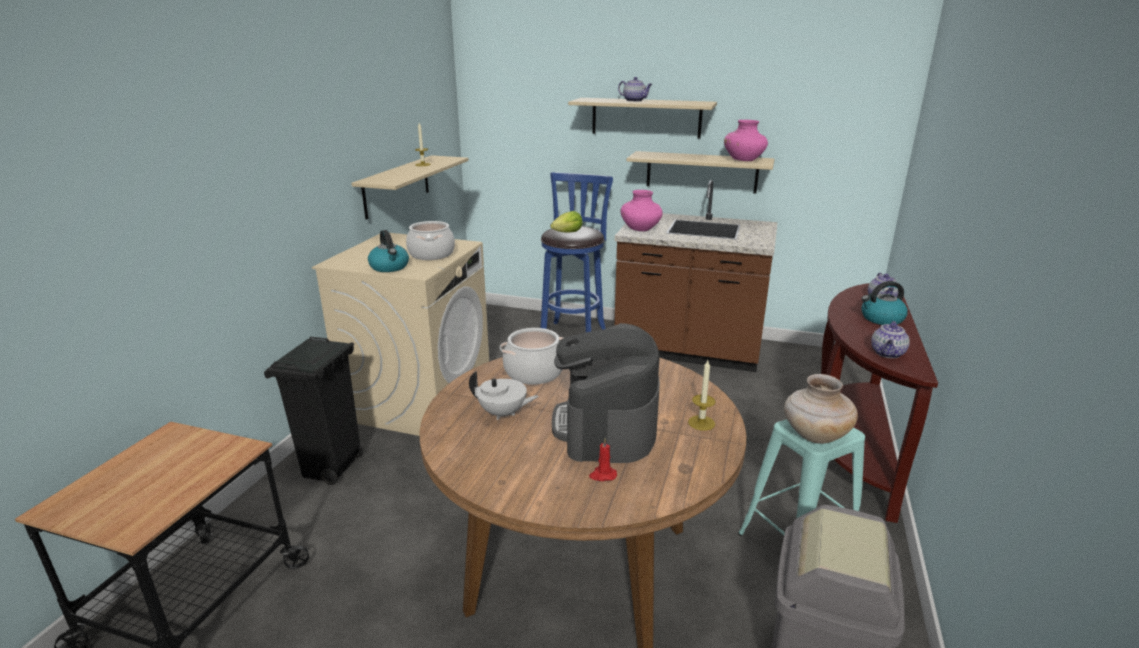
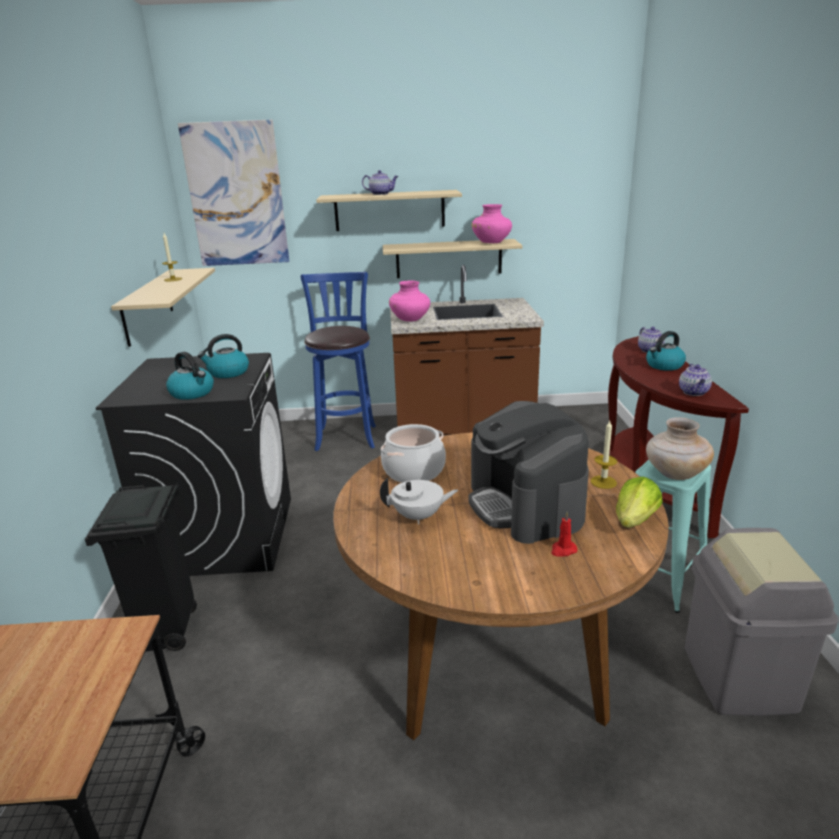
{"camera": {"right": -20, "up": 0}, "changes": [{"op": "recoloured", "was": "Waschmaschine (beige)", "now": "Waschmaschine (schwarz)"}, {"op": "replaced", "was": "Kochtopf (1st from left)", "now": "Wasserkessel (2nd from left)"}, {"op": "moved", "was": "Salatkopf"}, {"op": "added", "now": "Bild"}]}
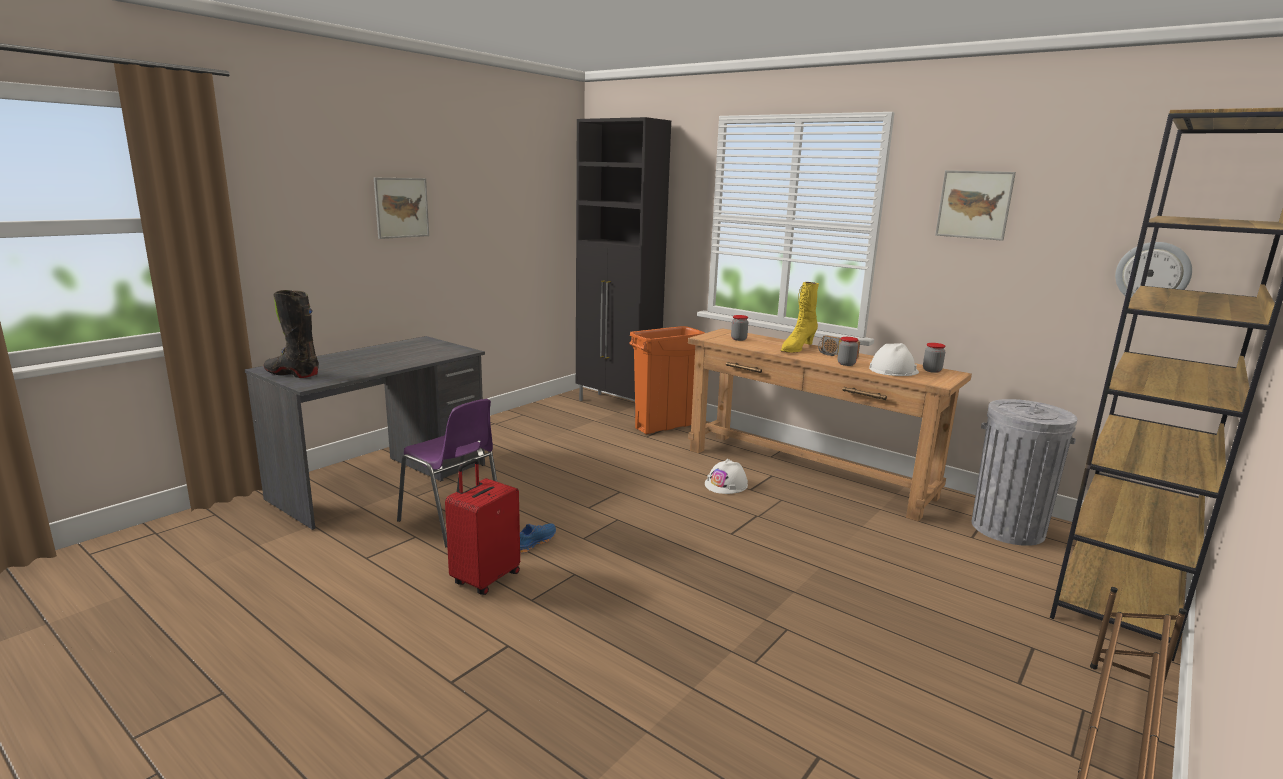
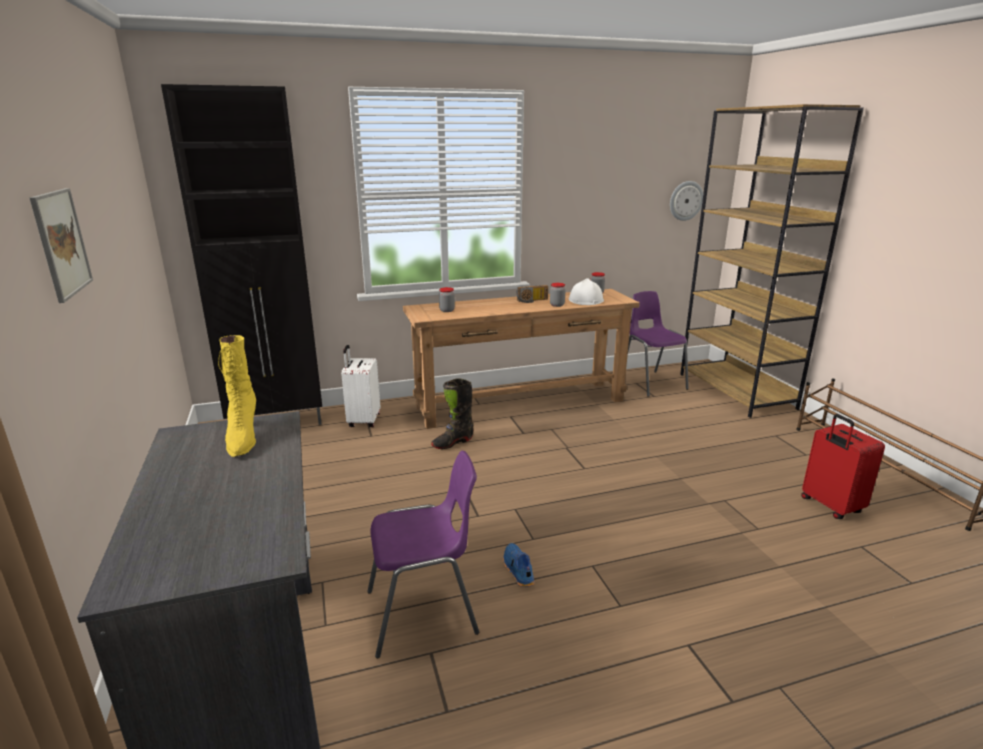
{"camera": {"right": -55, "up": 5}, "changes": [{"op": "moved", "was": "Stiefel (schwarz)"}, {"op": "moved", "was": "Koffer (rot)"}, {"op": "replaced", "was": "Mülleimer (orange)", "now": "Koffer (weiß)"}, {"op": "removed", "was": "Schutzhelm (weiß) (1st from left)"}, {"op": "moved", "was": "Stiefel (gelb)"}, {"op": "removed", "was": "Bild (2nd from left)"}, {"op": "replaced", "was": "Mülleimer (grau)", "now": "Stuhl (lila) (2nd from left)"}]}
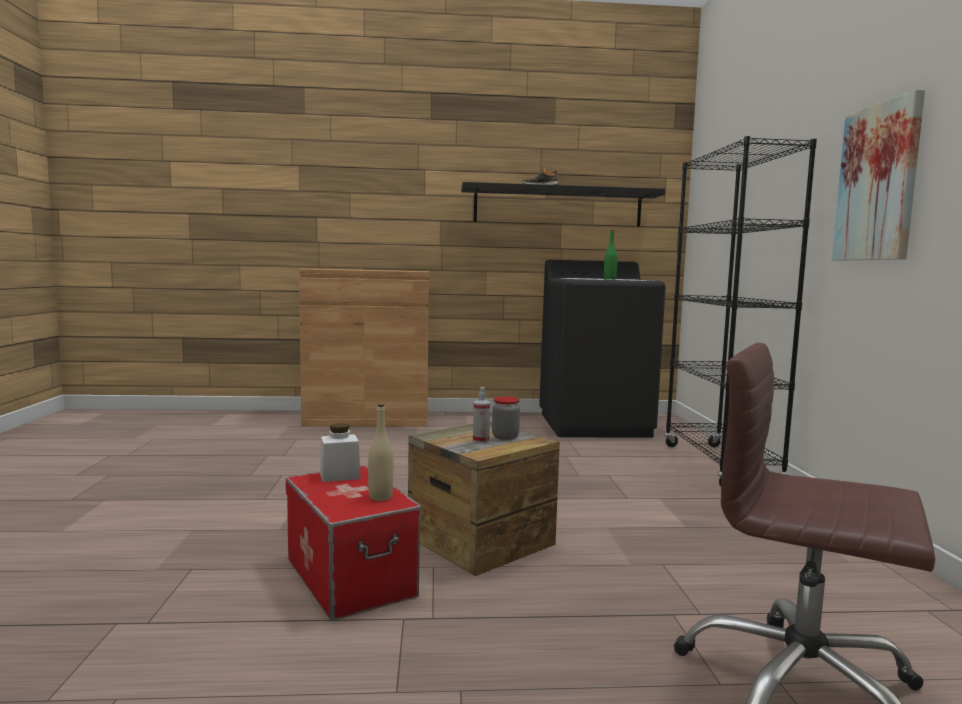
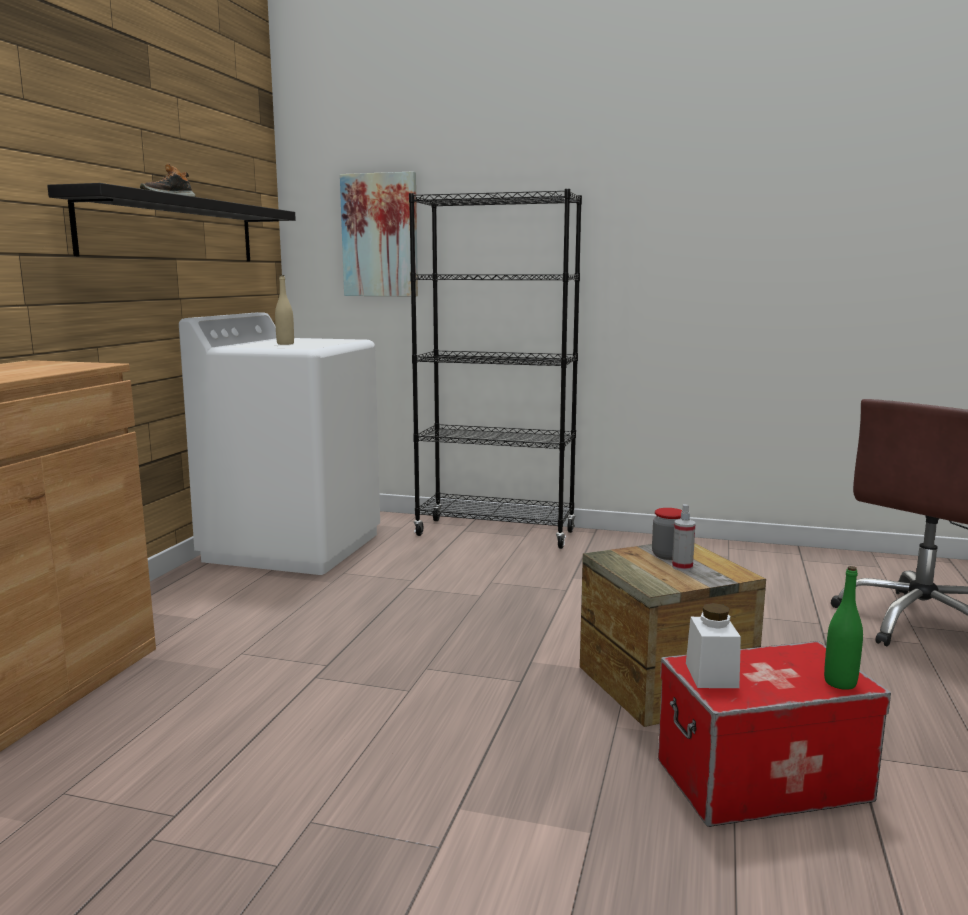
{"camera": {"right": -70, "up": 5}, "changes": [{"op": "moved", "was": "Flasche (beige)"}, {"op": "recoloured", "was": "Waschmaschine (schwarz)", "now": "Waschmaschine (weiß)"}, {"op": "moved", "was": "Flasche (grün)"}, {"op": "moved", "was": "Bild"}]}
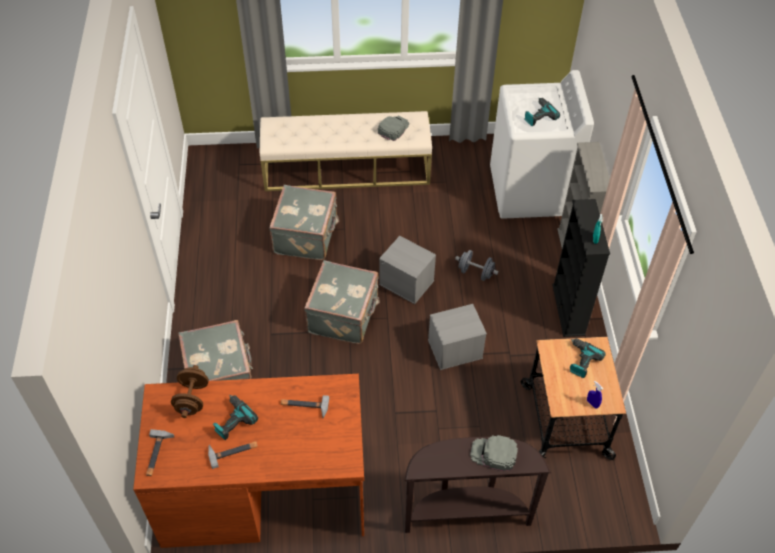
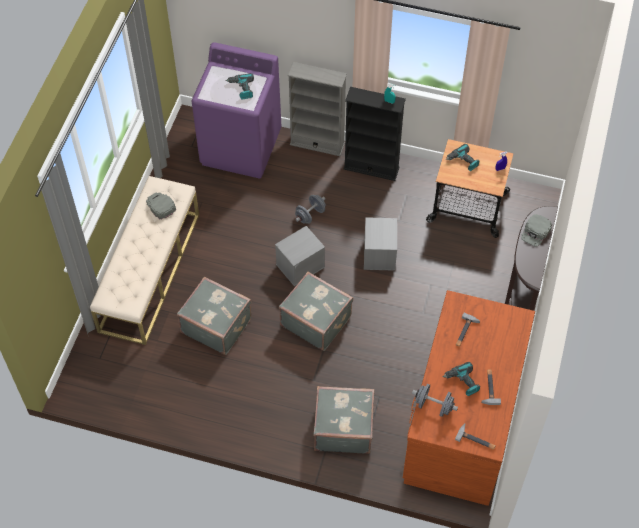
{"camera": {"right": -70, "up": 5}, "changes": [{"op": "recoloured", "was": "Hantel (braun)", "now": "Hantel (grau) (2nd from left)"}, {"op": "recoloured", "was": "Waschmaschine (weiß)", "now": "Waschmaschine (lila)"}]}
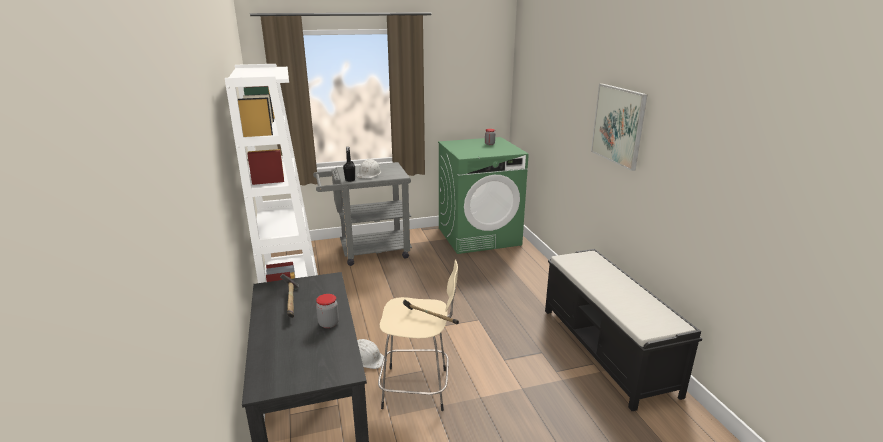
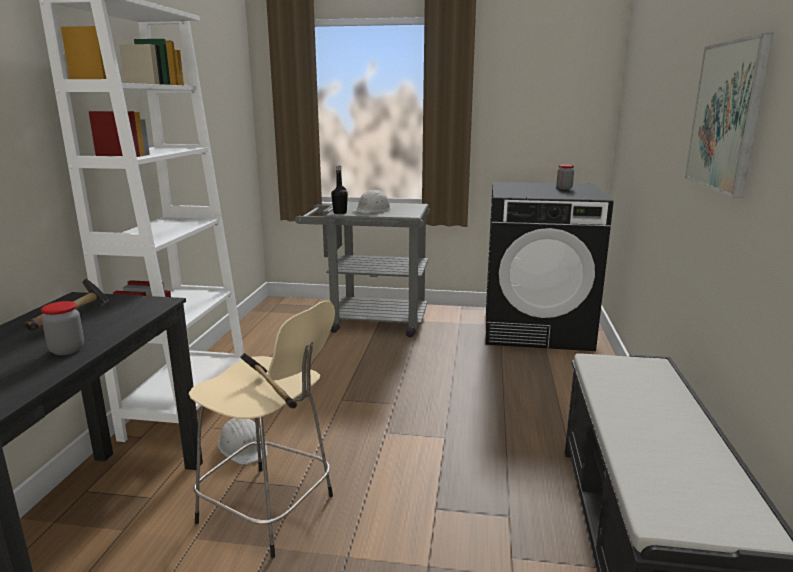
{"camera": {"right": 25, "up": -5}, "changes": [{"op": "recoloured", "was": "Waschmaschine (grün)", "now": "Waschmaschine (schwarz)"}]}
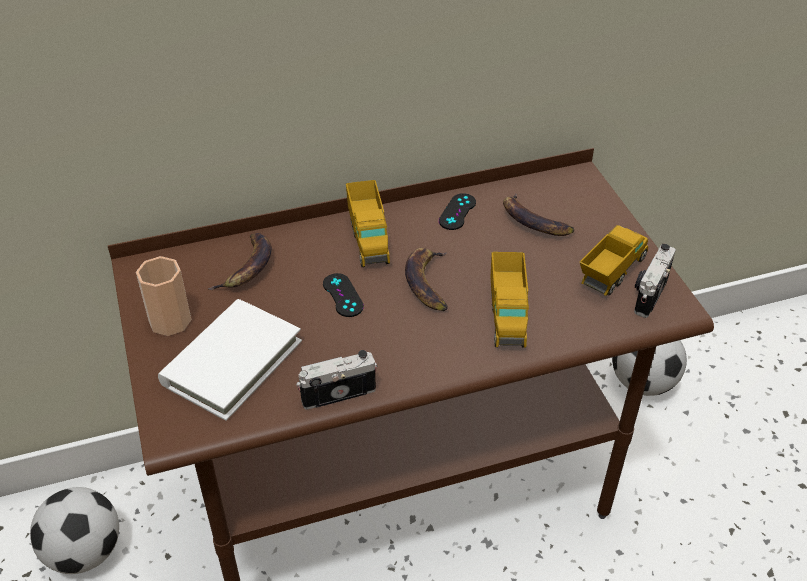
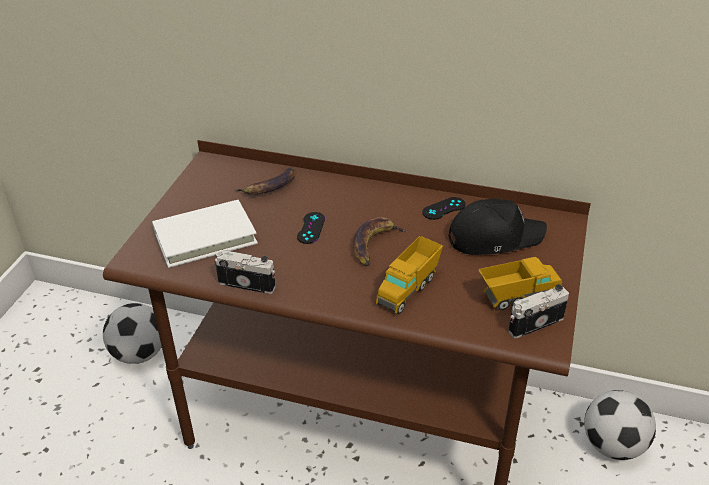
{"camera": {"right": 35, "up": -5}, "changes": [{"op": "removed", "was": "Tasse"}, {"op": "removed", "was": "Spielzeuglaster (1st from left)"}, {"op": "replaced", "was": "Banane (3rd from left)", "now": "Kappe (schwarz)"}]}
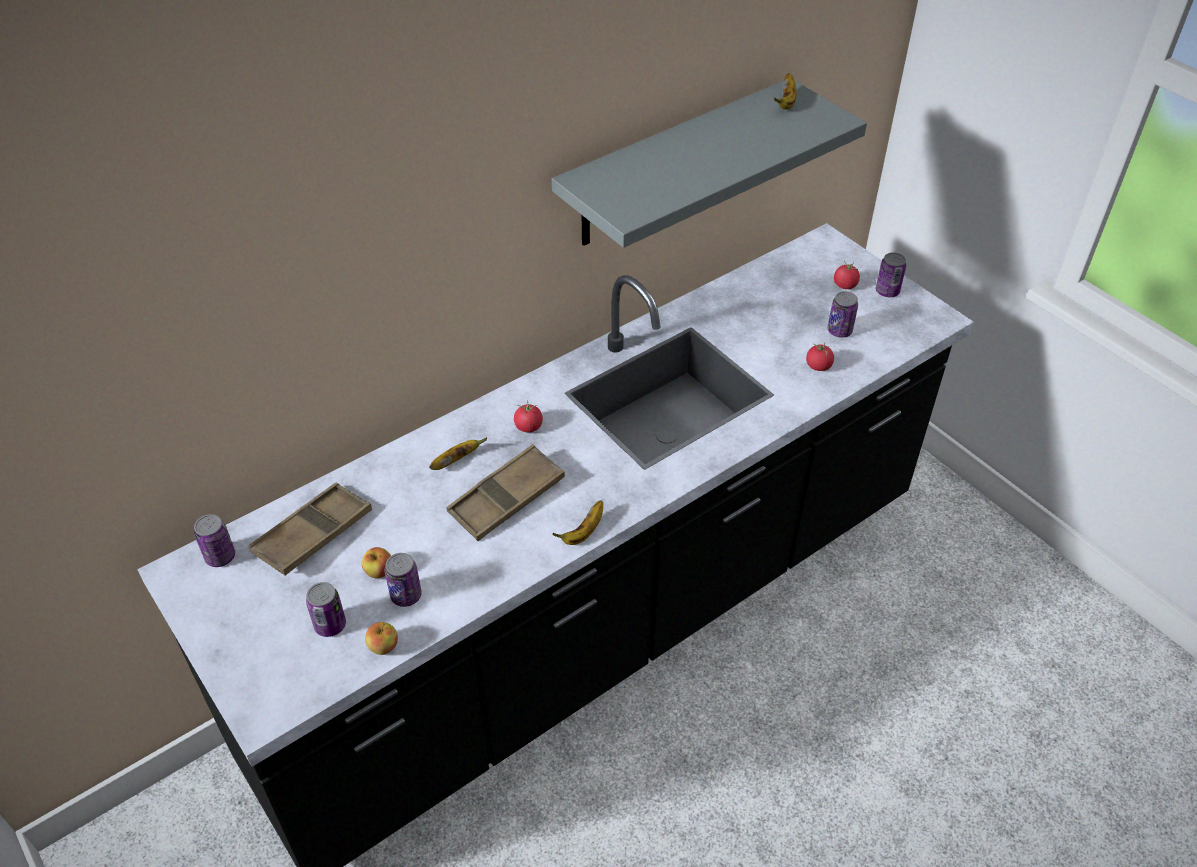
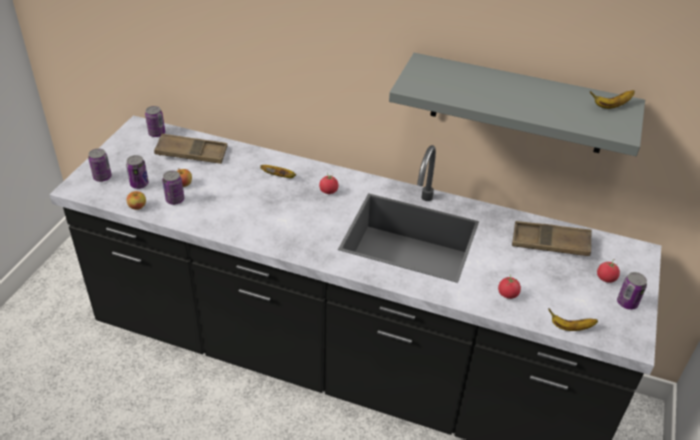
{"camera": {"right": 55, "up": -5}, "changes": [{"op": "moved", "was": "Tablett (braun) (2nd from left)"}, {"op": "moved", "was": "Banane (2nd from left)"}, {"op": "moved", "was": "Dose (4th from left in the first image)", "now": "Dose (1st from left)"}]}
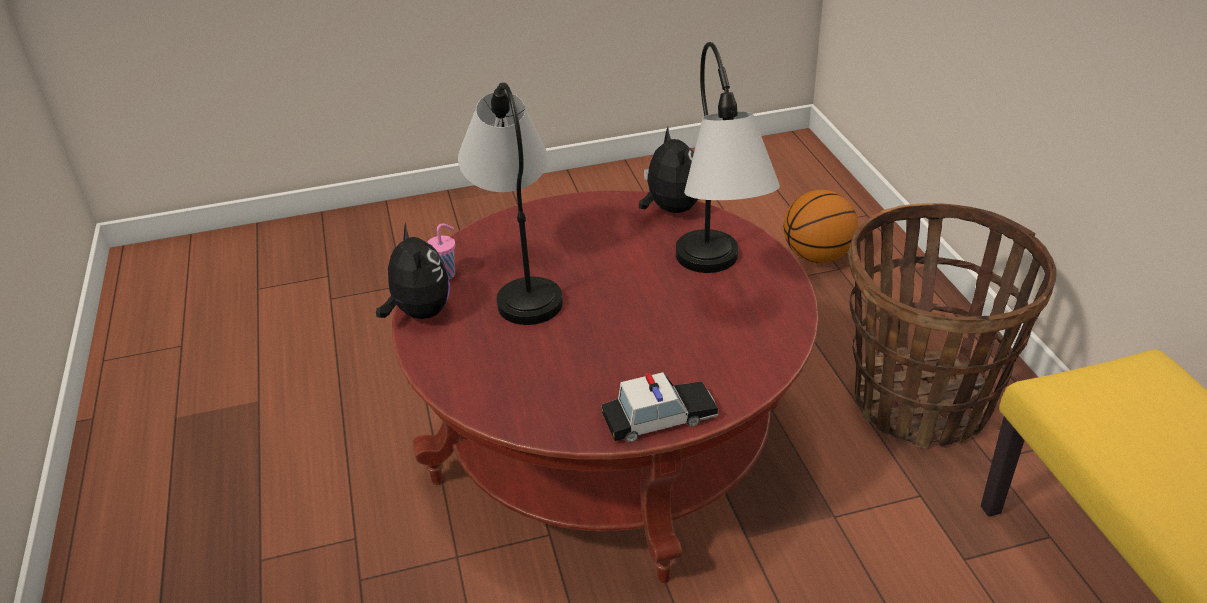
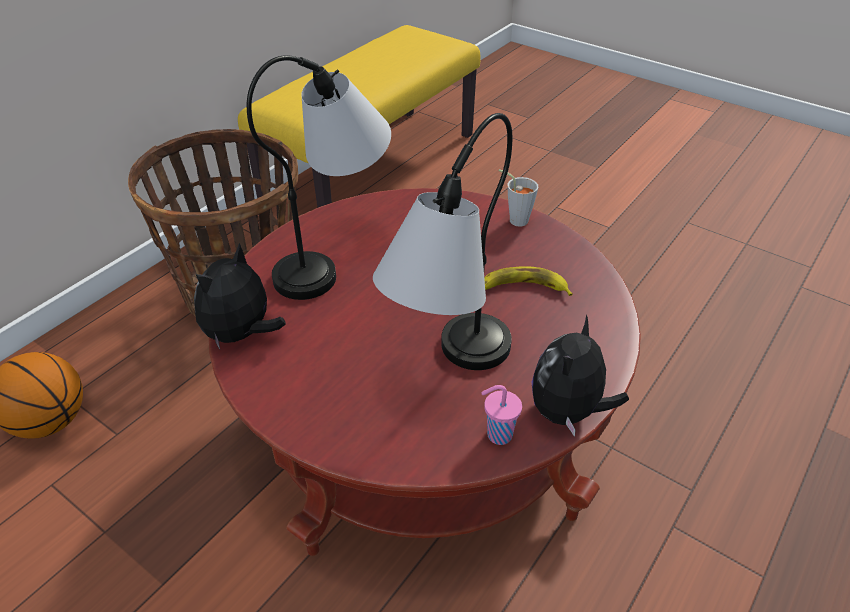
{"camera": {"right": -130, "up": 5}, "changes": [{"op": "replaced", "was": "Spielzeugauto", "now": "Tasse (grau)"}, {"op": "added", "now": "Banane"}]}
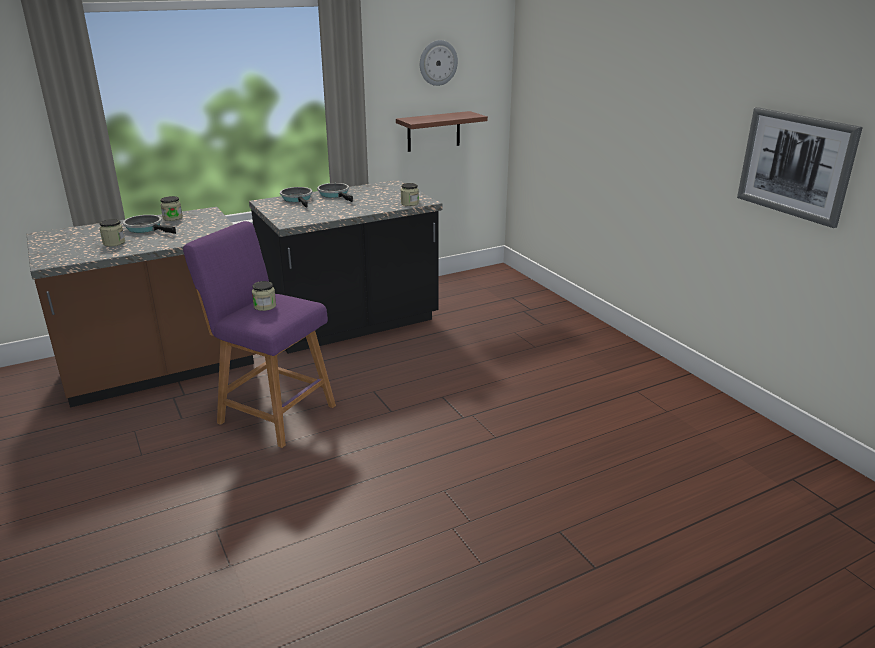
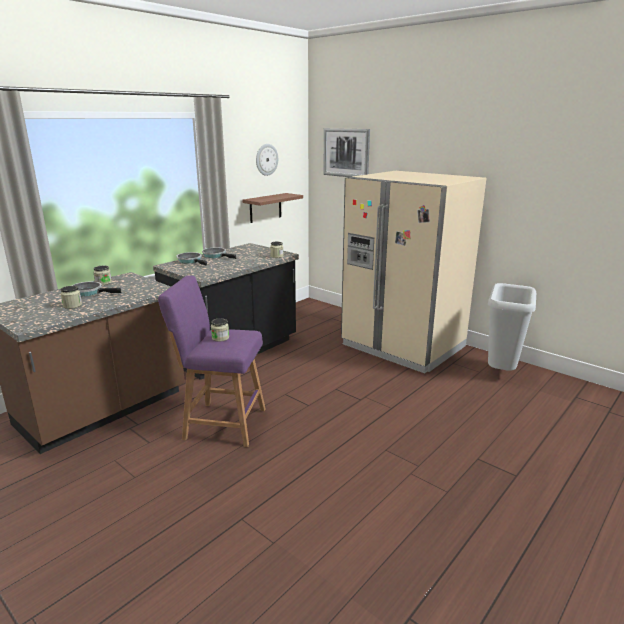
{"camera": {"right": -20, "up": -5}, "changes": [{"op": "moved", "was": "Bild"}, {"op": "added", "now": "Kühlschrank (beige)"}, {"op": "added", "now": "Mülleimer (grau)"}]}
